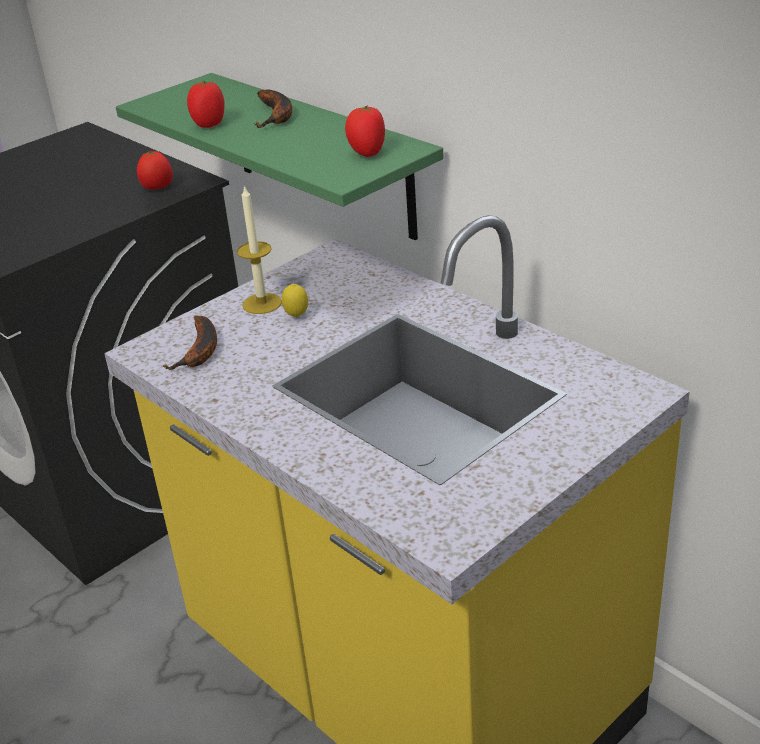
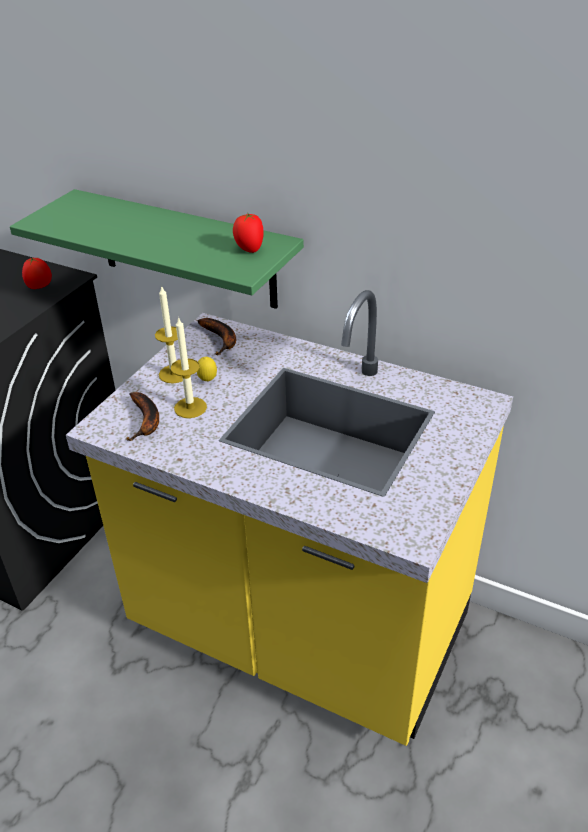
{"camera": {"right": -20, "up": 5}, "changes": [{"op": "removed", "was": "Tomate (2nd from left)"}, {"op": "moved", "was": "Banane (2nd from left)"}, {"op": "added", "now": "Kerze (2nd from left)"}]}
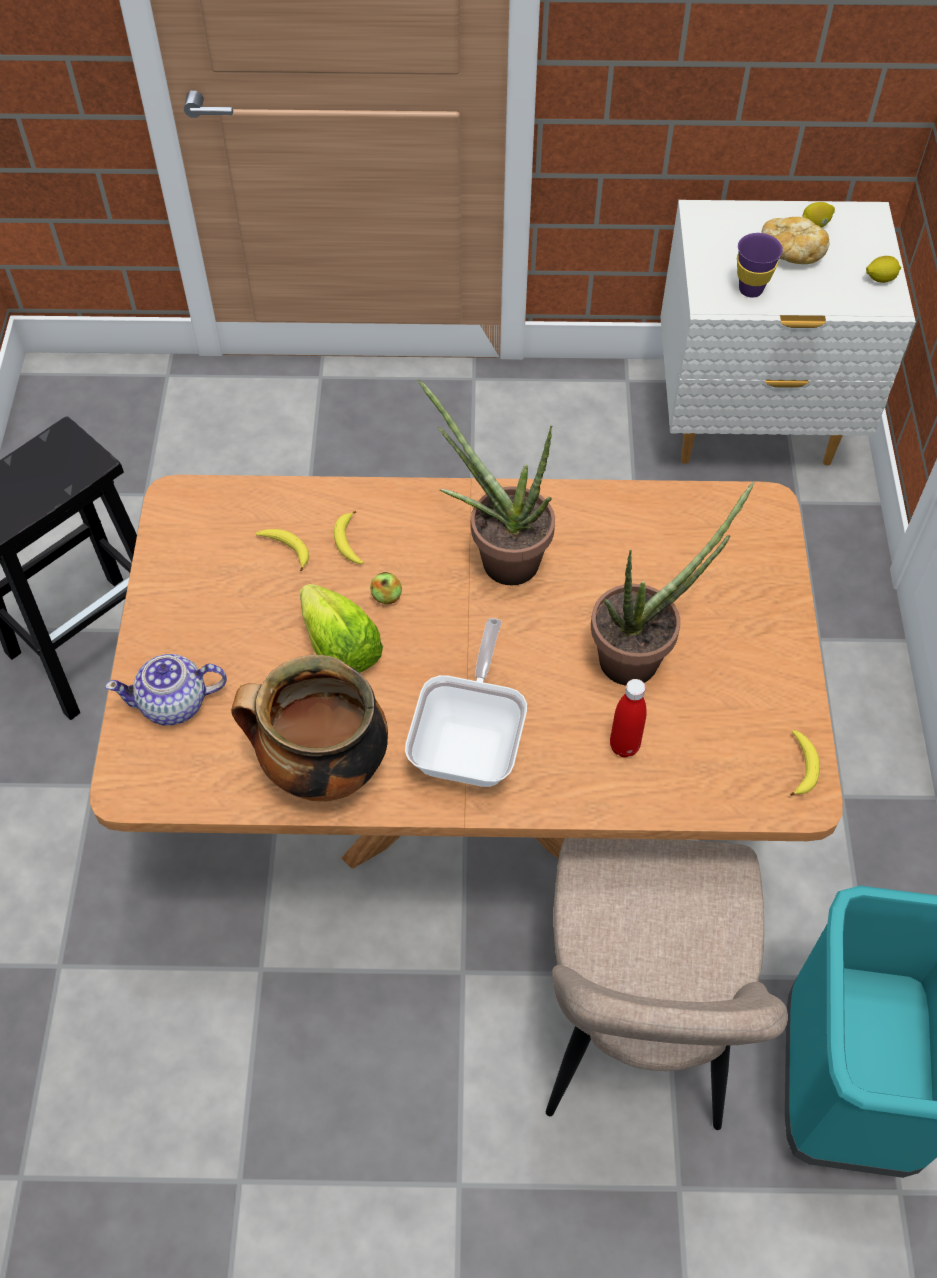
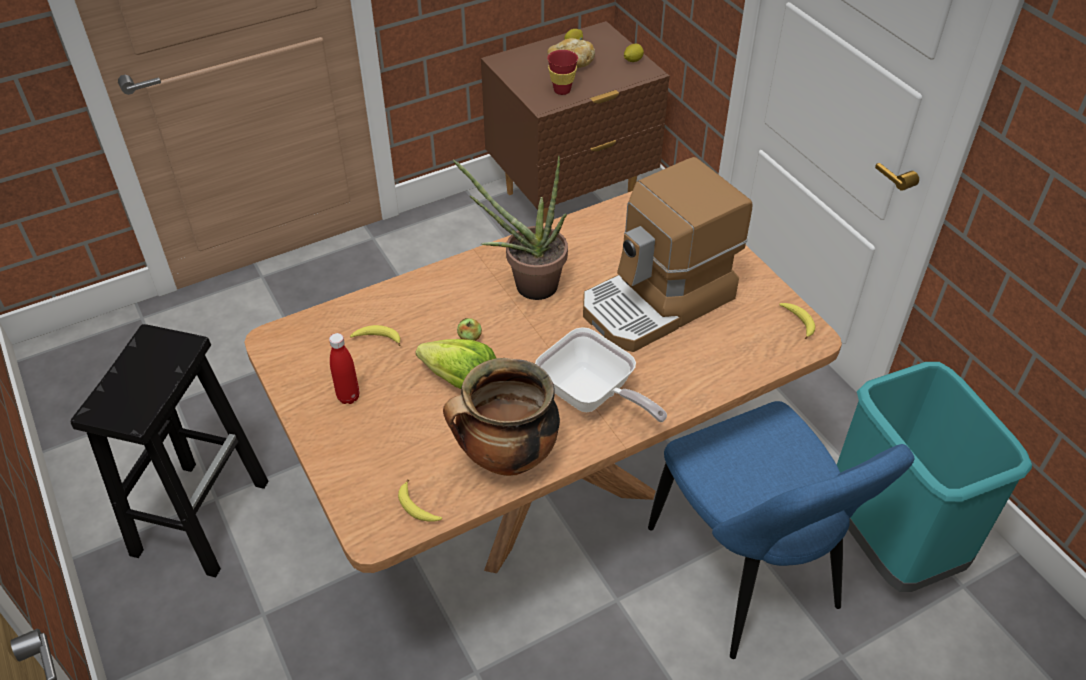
{"camera": {"right": -30, "up": -10}, "changes": [{"op": "removed", "was": "Teekanne"}, {"op": "moved", "was": "Banane (2nd from left)"}, {"op": "turned", "was": "Pfanne", "clockwise": 150}, {"op": "recoloured", "was": "Stuhl (beige)", "now": "Stuhl (blau)"}, {"op": "replaced", "was": "Topfpflanze (2nd from left)", "now": "Kaffeemaschine"}, {"op": "moved", "was": "Flasche (rot)"}, {"op": "recoloured", "was": "Nachttisch (weiß)", "now": "Nachttisch (braun)"}, {"op": "recoloured", "was": "Tasse (lila)", "now": "Tasse (rot)"}]}
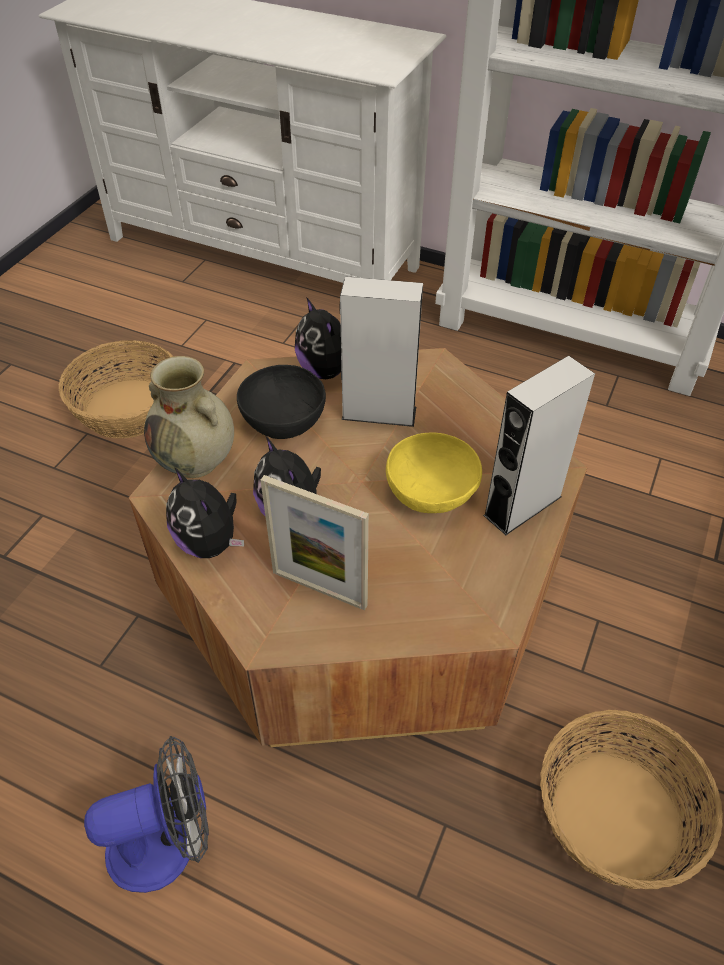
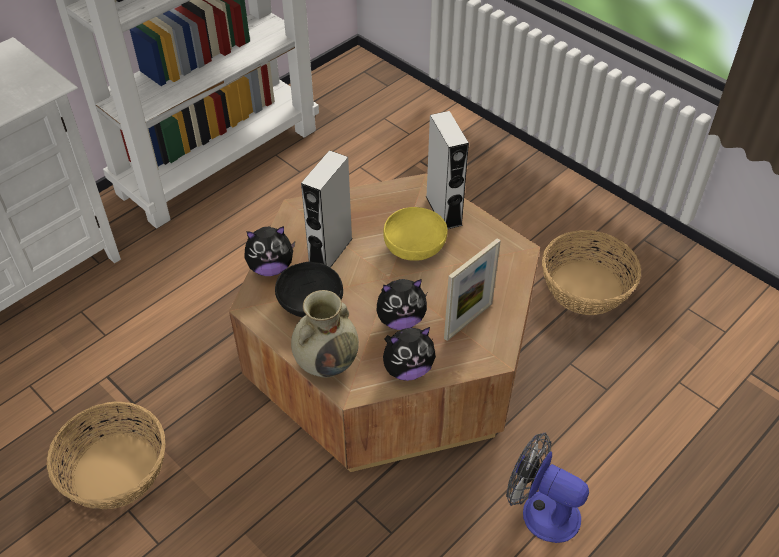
{"camera": {"right": -70, "up": 0}, "changes": [{"op": "turned", "was": "Ventilator", "clockwise": -60}]}
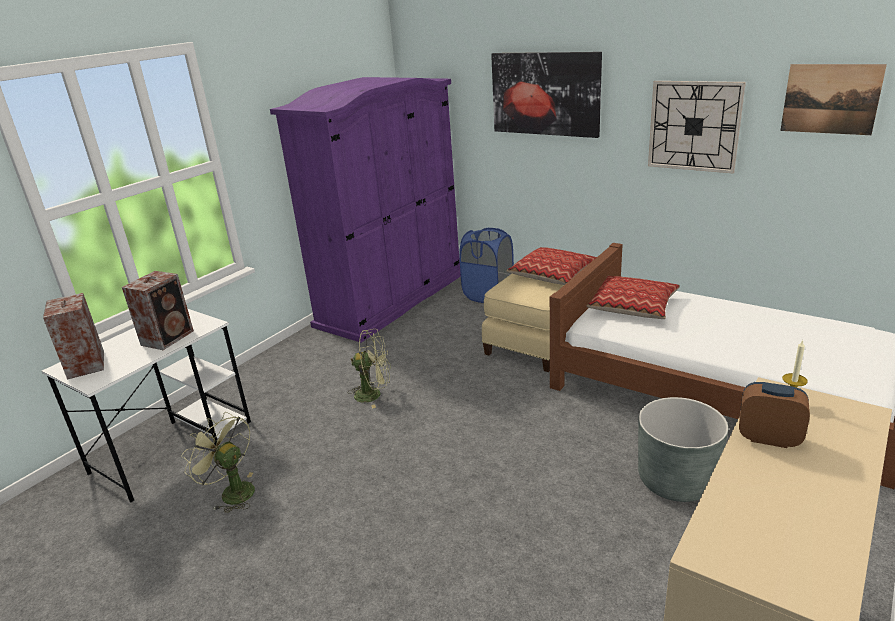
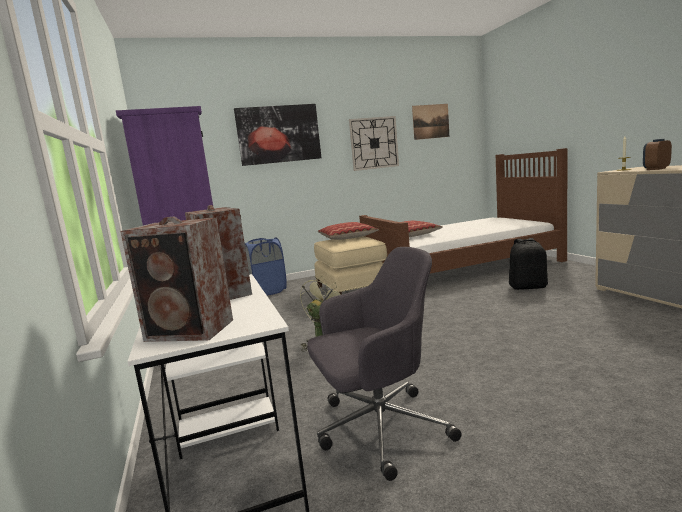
{"camera": {"right": -55, "up": -15}, "changes": [{"op": "replaced", "was": "Ventilator (grün) (1st from left)", "now": "Bürostuhl (grau)"}, {"op": "replaced", "was": "Pflanzkübel (grau)", "now": "Rucksack (schwarz)"}]}
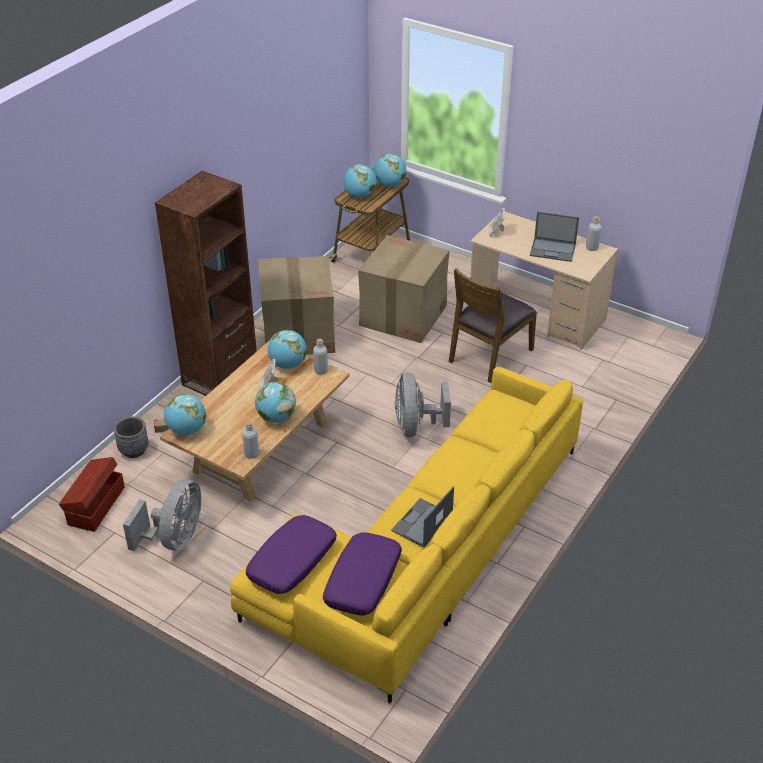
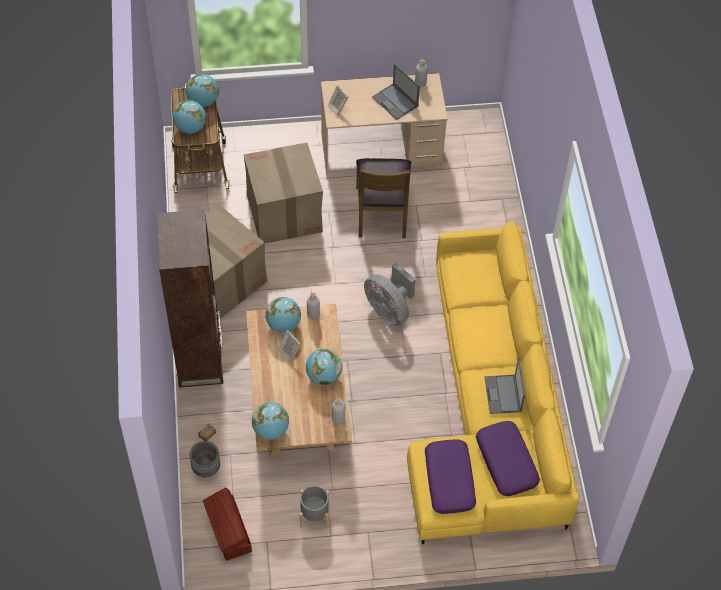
{"camera": {"right": -40, "up": 15}, "changes": [{"op": "replaced", "was": "Ventilator (grau) (1st from left)", "now": "Pflanzkübel (grau) (2nd from left)"}, {"op": "turned", "was": "Laptop (2nd from left in the first image)", "clockwise": 75}]}
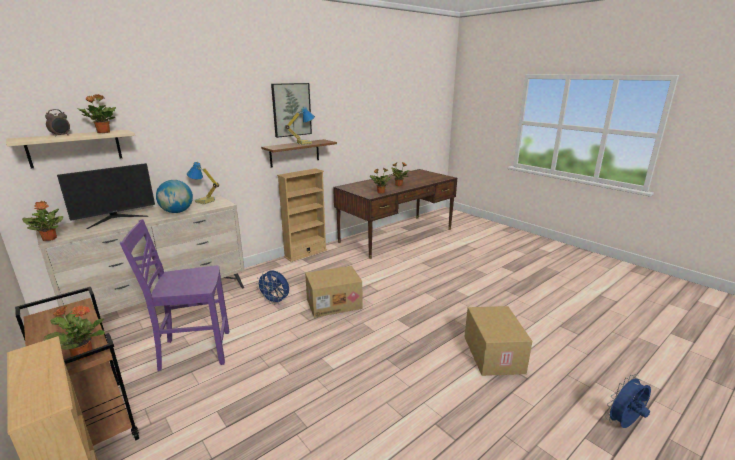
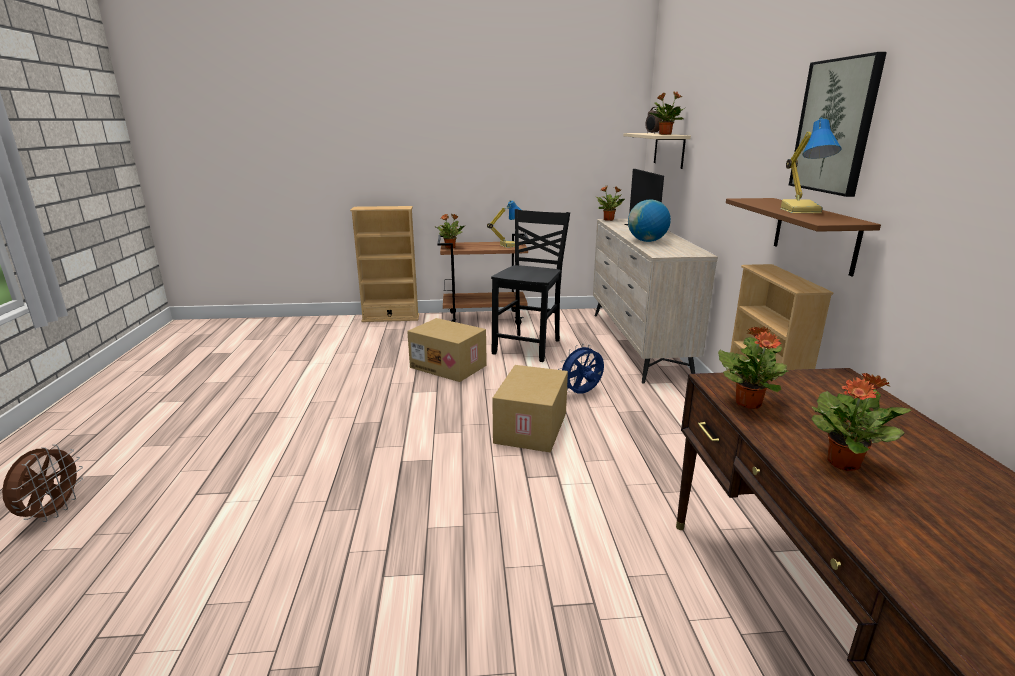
{"camera": {"right": 125, "up": 0}, "changes": [{"op": "recoloured", "was": "Stuhl (lila)", "now": "Stuhl (schwarz)"}, {"op": "moved", "was": "Tischlampe (1st from left)"}, {"op": "moved", "was": "Karton (2nd from left in the first image)", "now": "Karton (1st from left)"}, {"op": "recoloured", "was": "Ventilator (blau) (2nd from left)", "now": "Ventilator (braun)"}]}
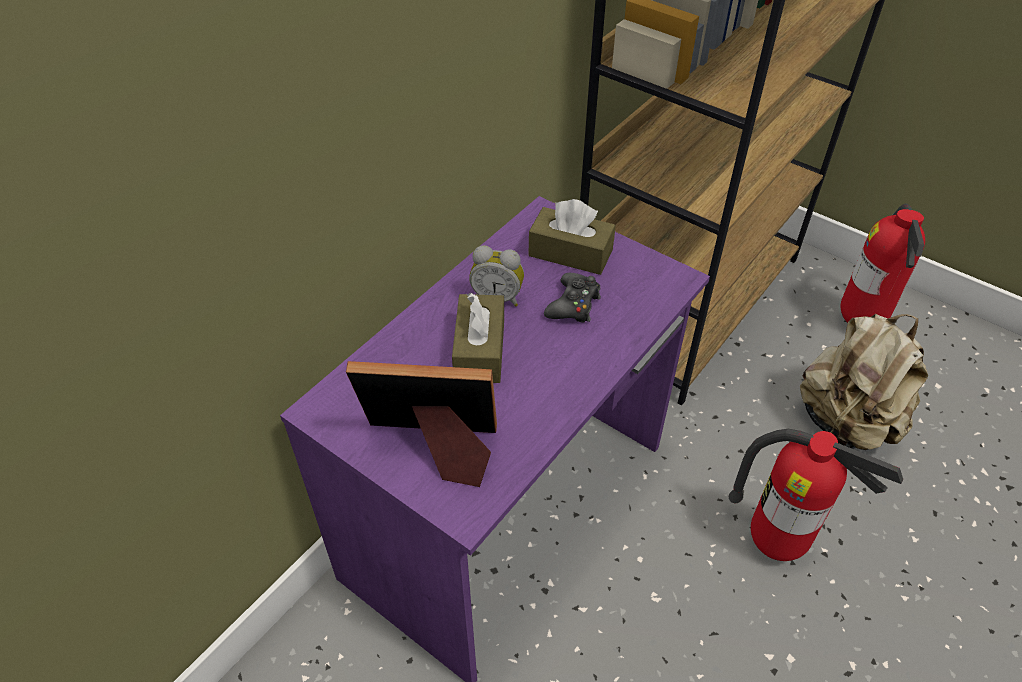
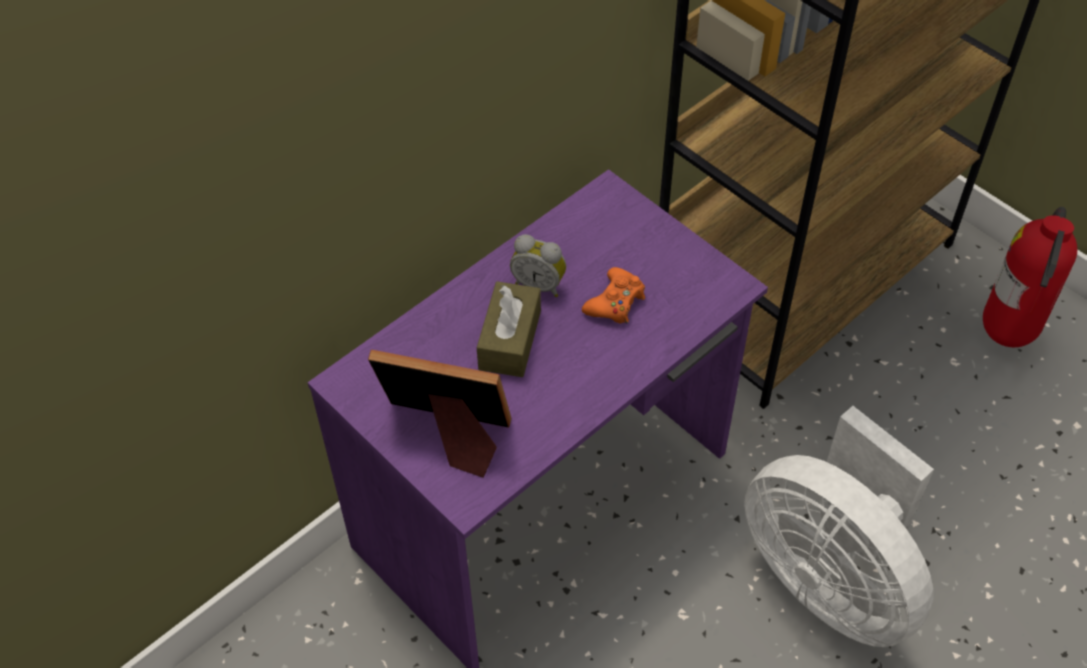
{"camera": {"right": 10, "up": 5}, "changes": [{"op": "removed", "was": "Taschentuchbox (braun) (2nd from left)"}, {"op": "recoloured", "was": "Gamepad (schwarz)", "now": "Gamepad (orange)"}, {"op": "replaced", "was": "Feuerlöscher (1st from left)", "now": "Ventilator (weiß)"}, {"op": "removed", "was": "Rucksack (beige)"}]}
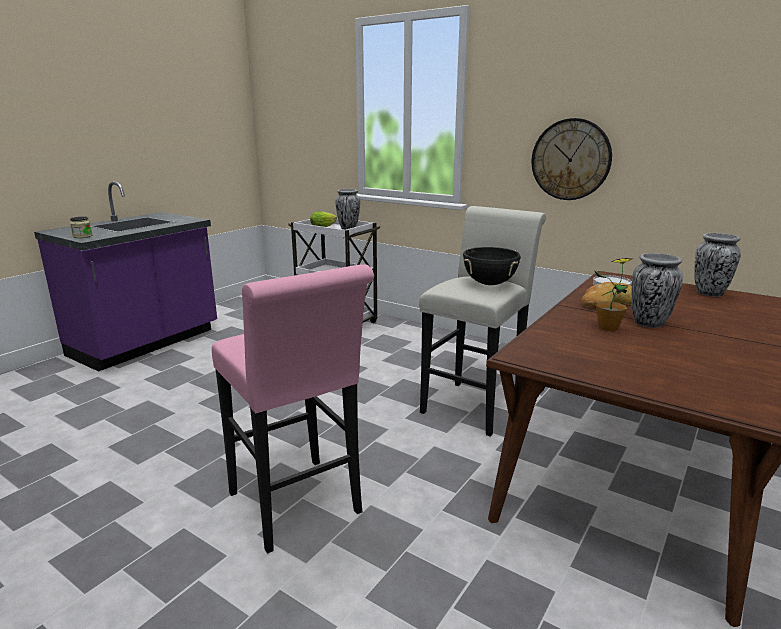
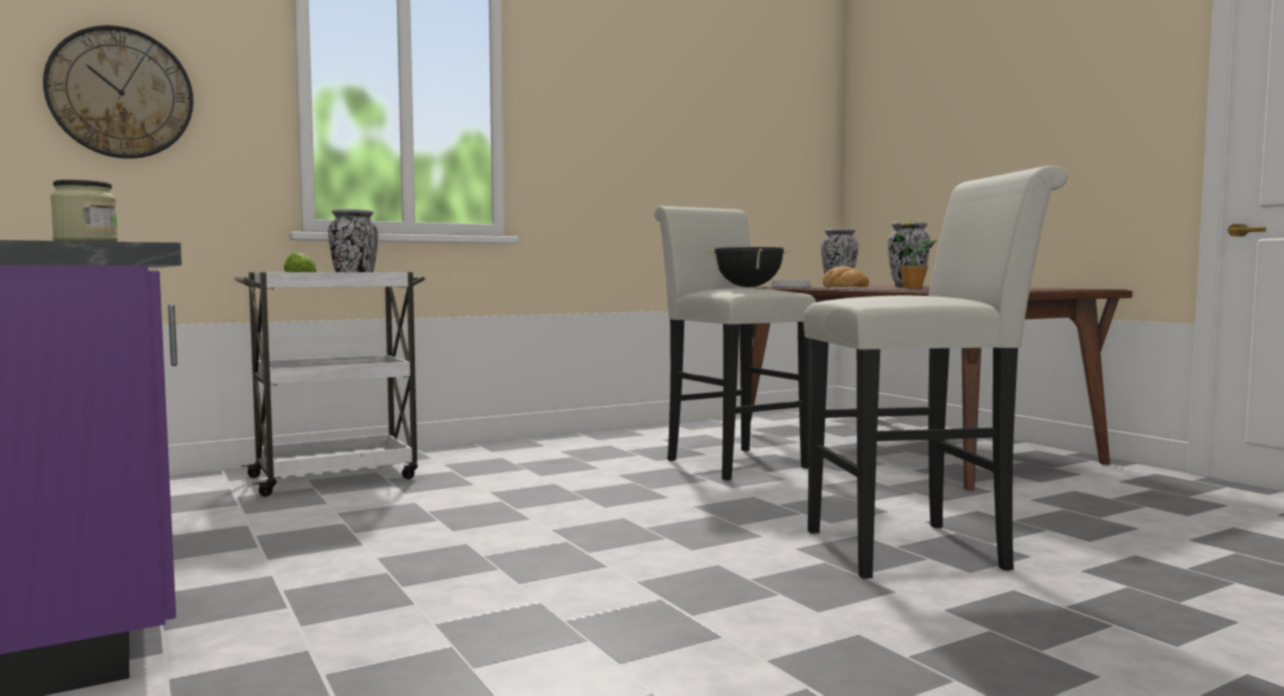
{"camera": {"right": -65, "up": -15}, "changes": [{"op": "recoloured", "was": "Hocker (rosa)", "now": "Hocker (weiß) (2nd from left)"}, {"op": "moved", "was": "Wanduhr"}]}
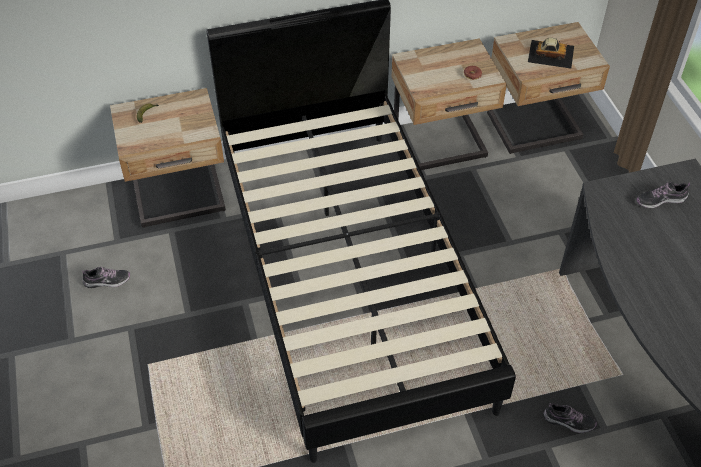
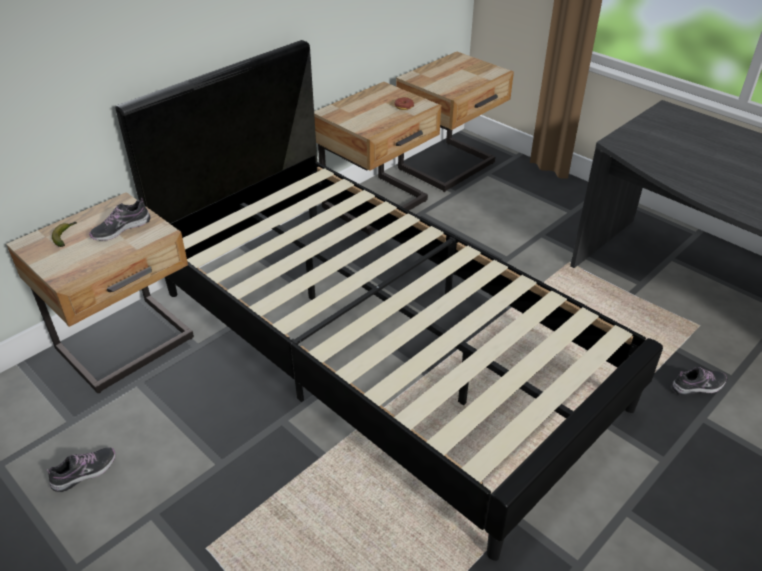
{"camera": {"right": -30, "up": -10}, "changes": [{"op": "removed", "was": "Spielzeugauto"}, {"op": "moved", "was": "Schuh (3rd from left in the first image)", "now": "Schuh (2nd from left)"}]}
